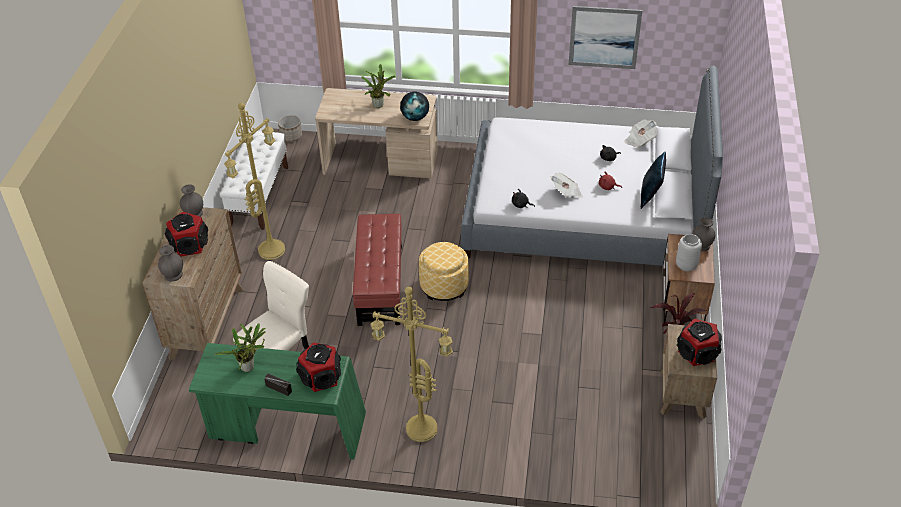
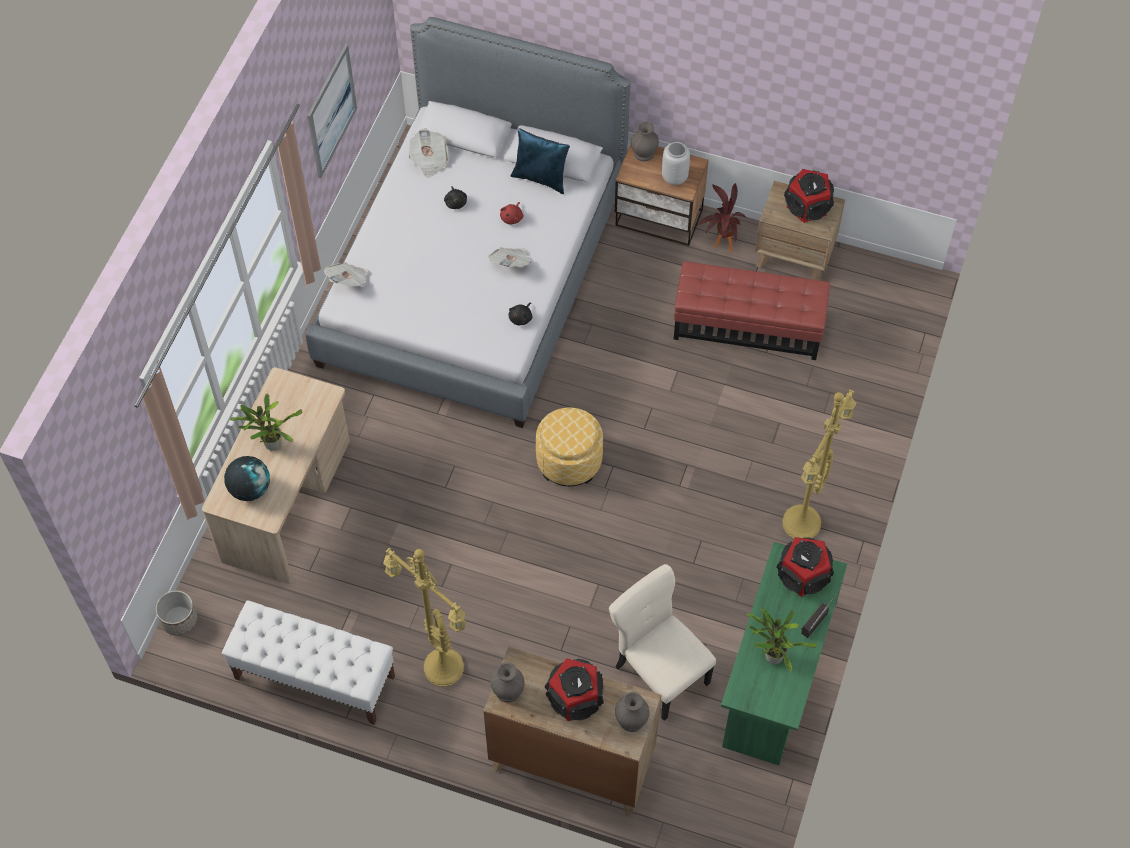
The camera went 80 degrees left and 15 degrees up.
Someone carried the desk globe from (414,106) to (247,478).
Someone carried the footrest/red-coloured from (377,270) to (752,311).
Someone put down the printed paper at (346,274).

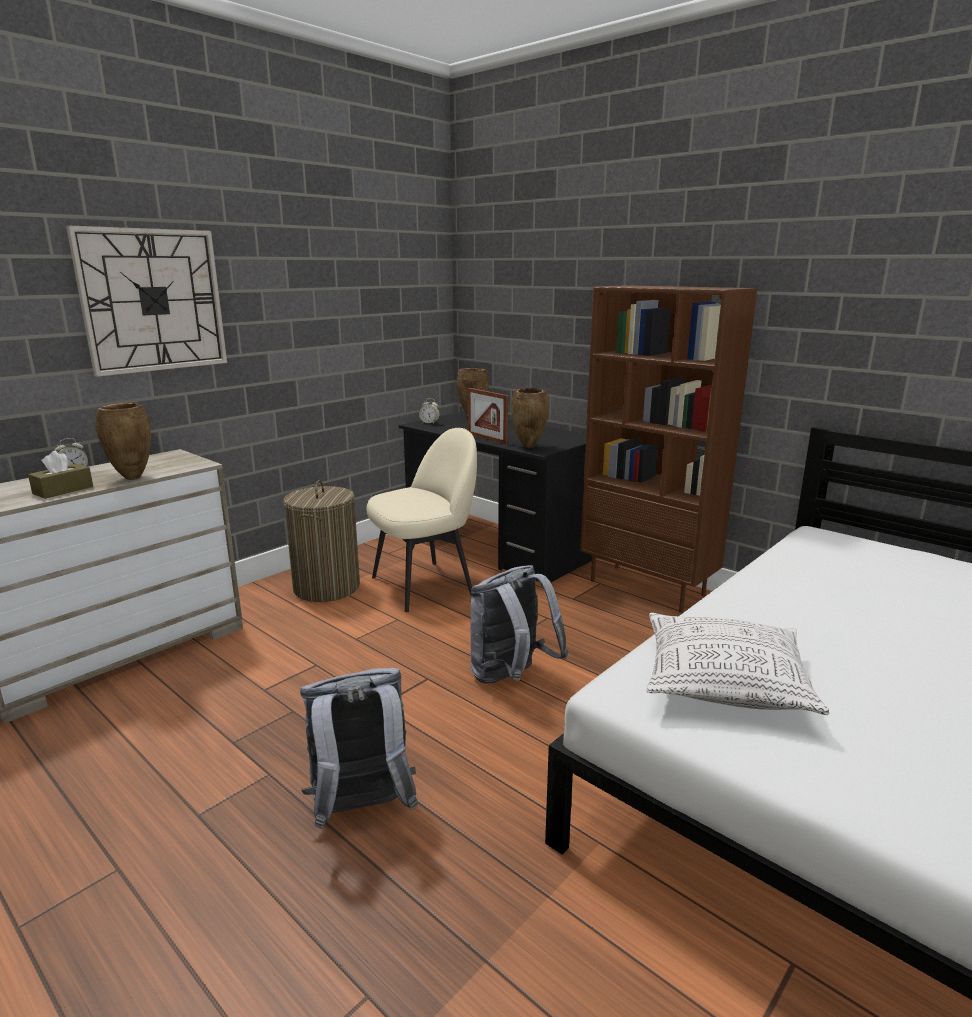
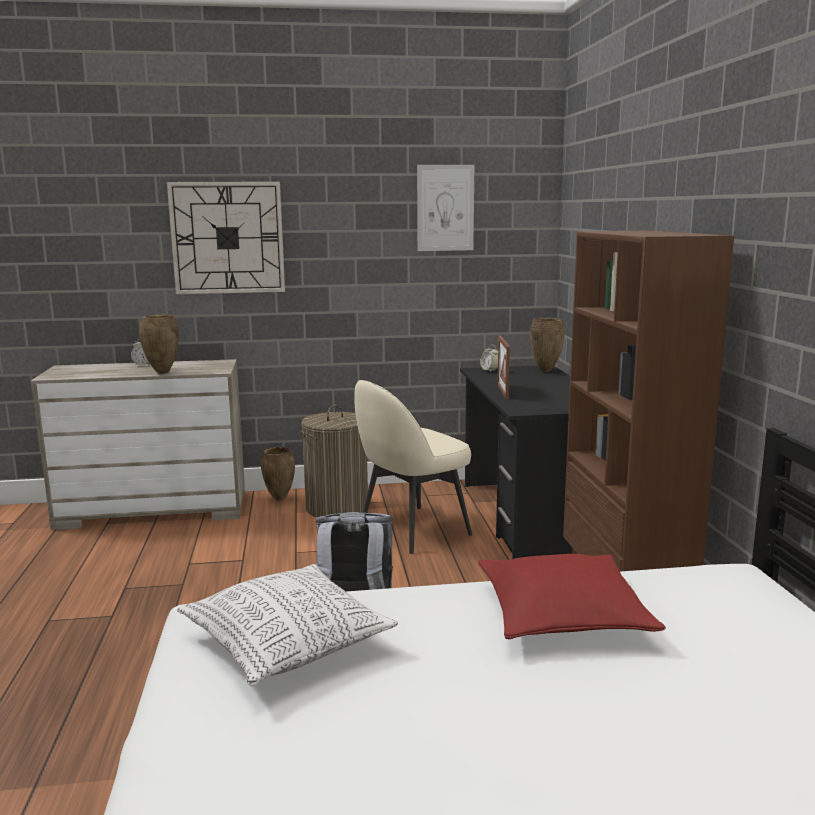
The camera went 40 degrees right and 5 degrees down.
Someone carried the flower vase/brownish from (530,418) to (278,474).
Someone rotated the chair/beige at (422,520) by 135 degrees clockwise.
Someone took away the box of tissues/brownish at (60,475).
Someone took away the knapsack/greyish at (359,748).
Someone put up the wall art at (445,208).
Someone put down the pillow/red-coloured at (572,596).

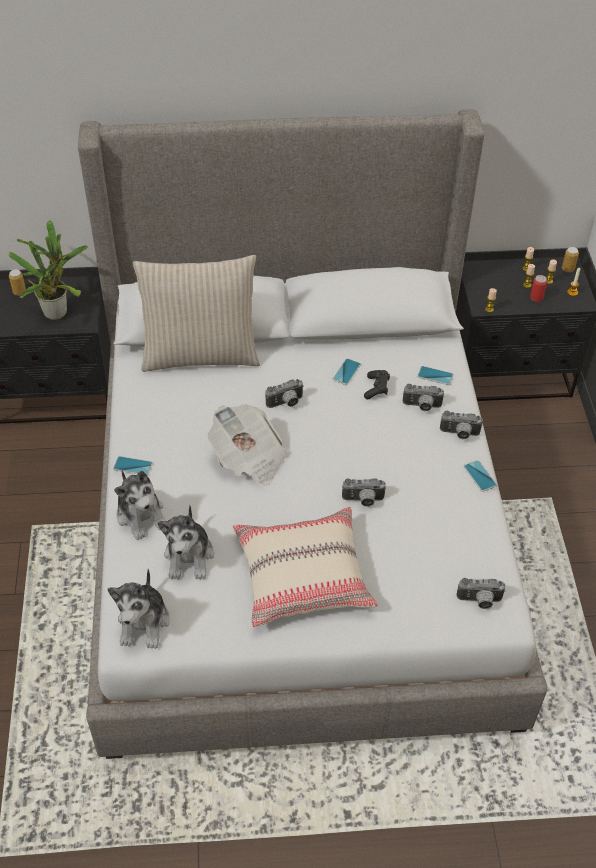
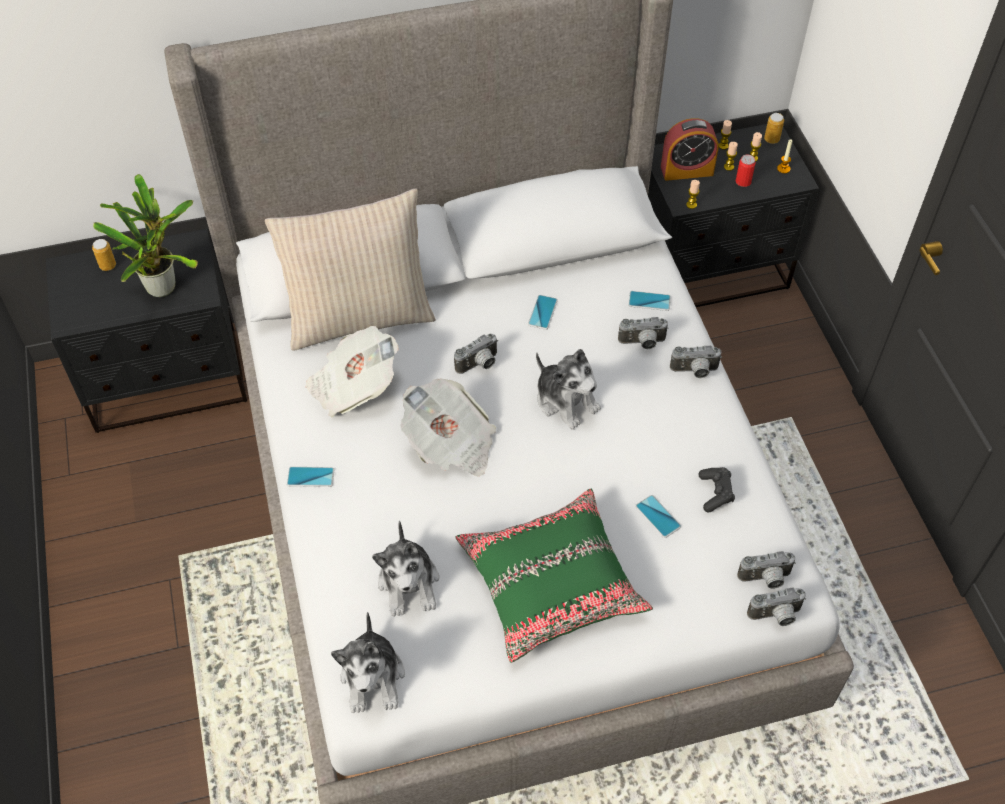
The camera went 10 degrees left and 5 degrees up.
Someone carried the game controller/black from (377,384) to (716,489).
Someone carried the handset from (480,476) to (658,516).
Someone carried the plush toy from (140,505) to (568,389).
Someone carried the photo camera from (364,492) to (776,606).
Someone repainted the pillow/beige at (305,567), which became the pillow/greenish at (554,576).
Someone put down the table clock at (690,149).
Someone put down the printed paper at (352,372).

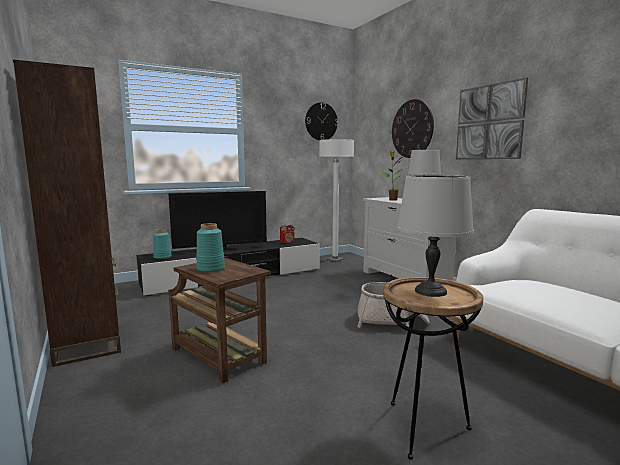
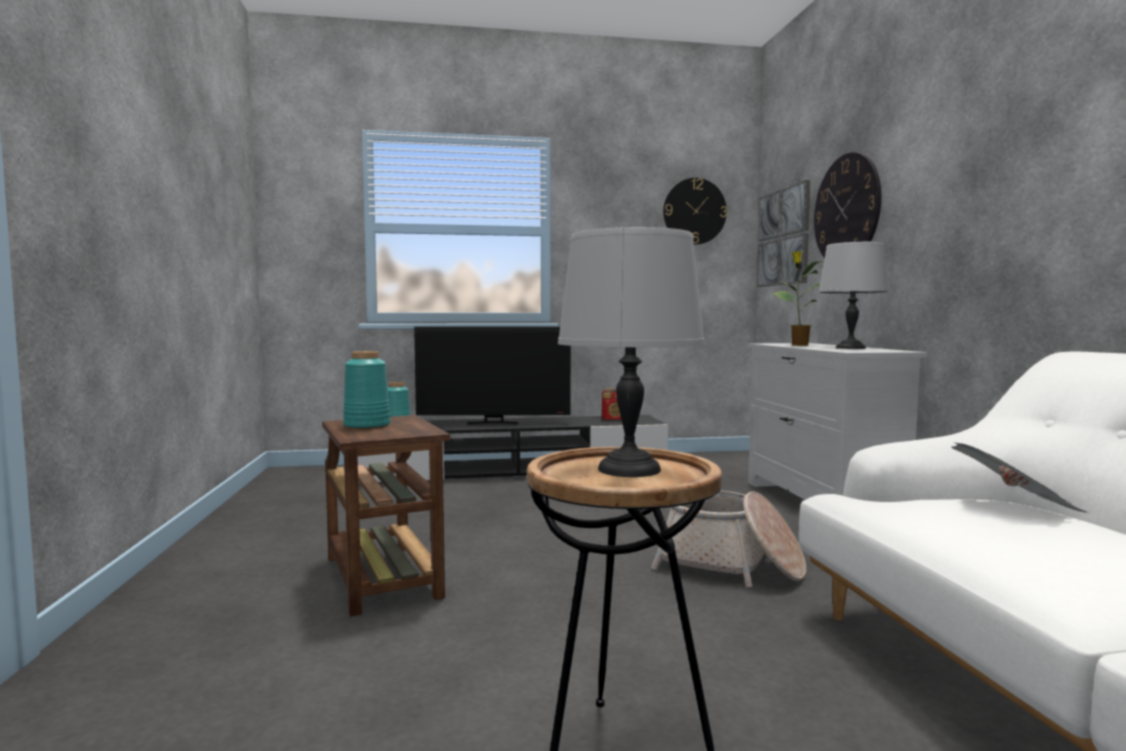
The camera went 20 degrees right and 5 degrees down.
Someone took away the bookcase/brownish at (67,213).
Someone carried the wall art from (492,118) to (783,233).
Someone took away the standing lamp/whitish at (336,200).
Someone put down the printed paper at (1020,478).

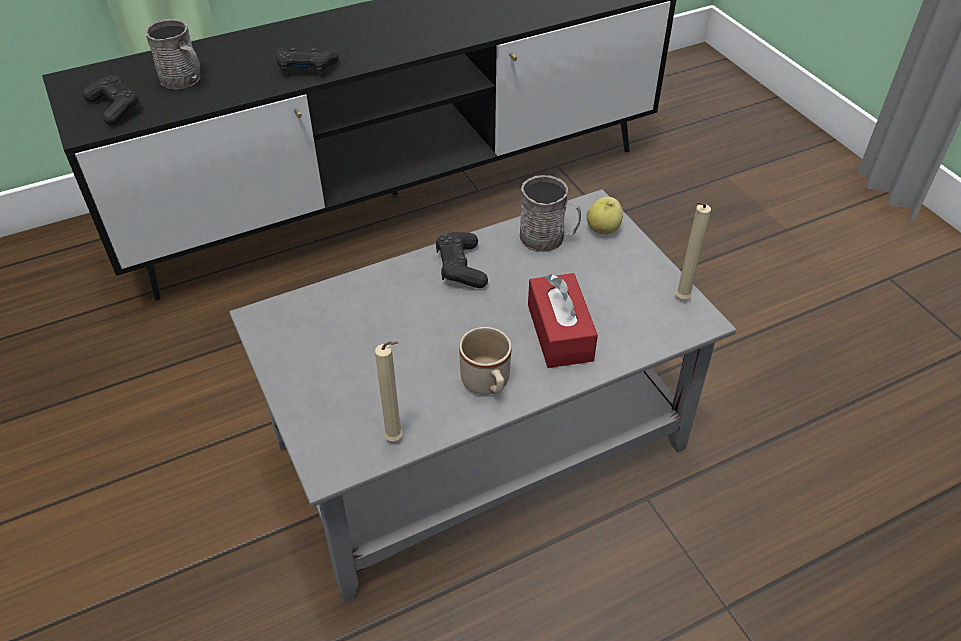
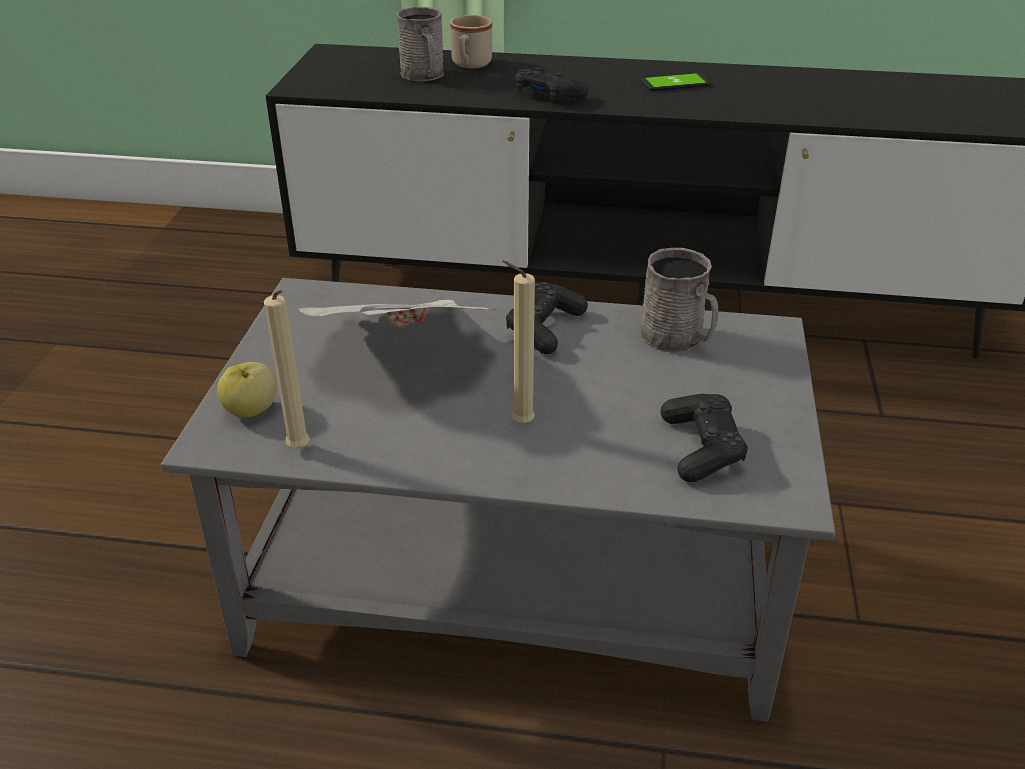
The camera went 35 degrees right and 10 degrees down.
Someone carried the game controller/black from (111,100) to (704,438).
Someone carried the apple from (605,215) to (247,390).
Someone carried the candle/beige from (693,250) to (519,341).
Someone took away the box of tissues/red-coloured at (563,320).
Someone carried the mug/beige from (485,361) to (471,42).
Someone put down the handset at (676,82).
Someone put down the printed paper at (396,314).

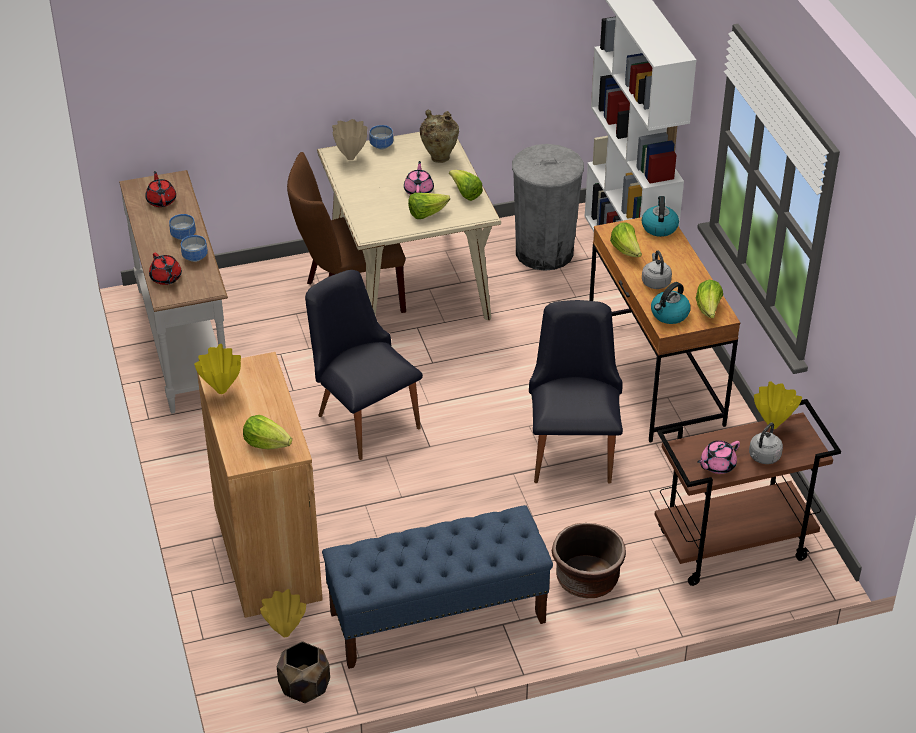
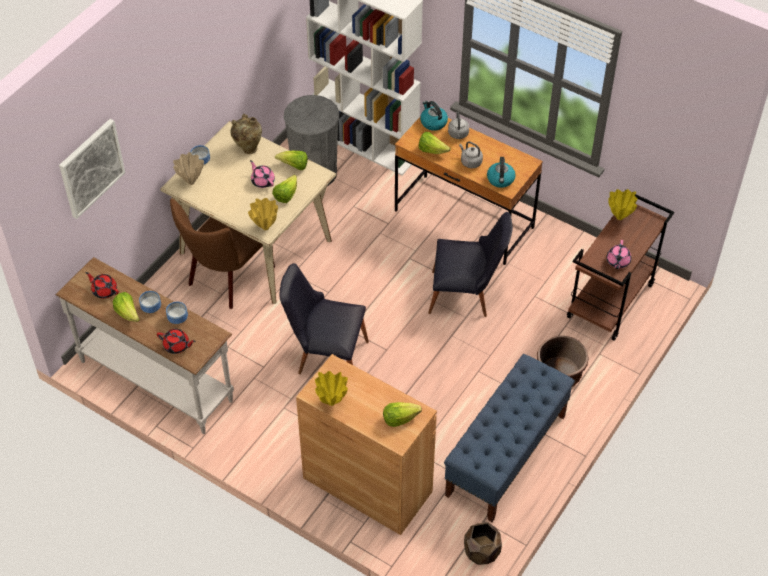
The camera went 40 degrees left and 10 degrees up.
Someone carried the lettuce head from (709,299) to (126,307).
Someone rotated the chair/black at (576,392) by 135 degrees clockwise.
Someone carried the tea kettle/greyish from (766,443) to (458,125).
Someone carried the flower vase/yellow-coloured from (283,613) to (263,214).
Someone put up the wall art at (92,169).

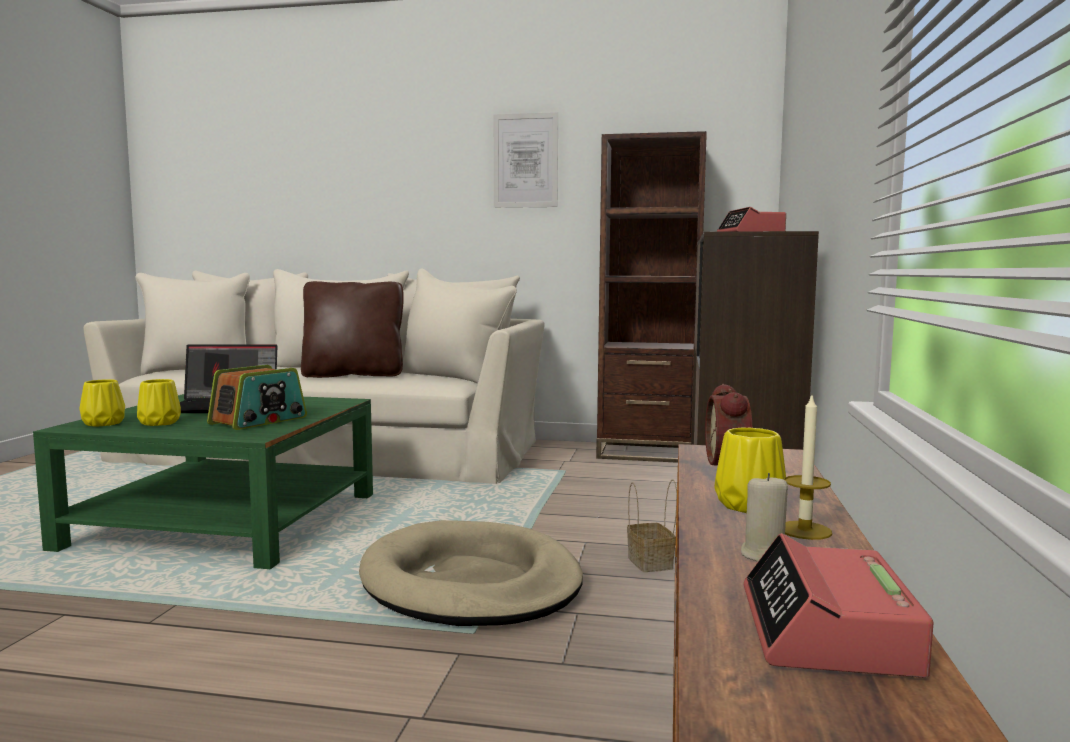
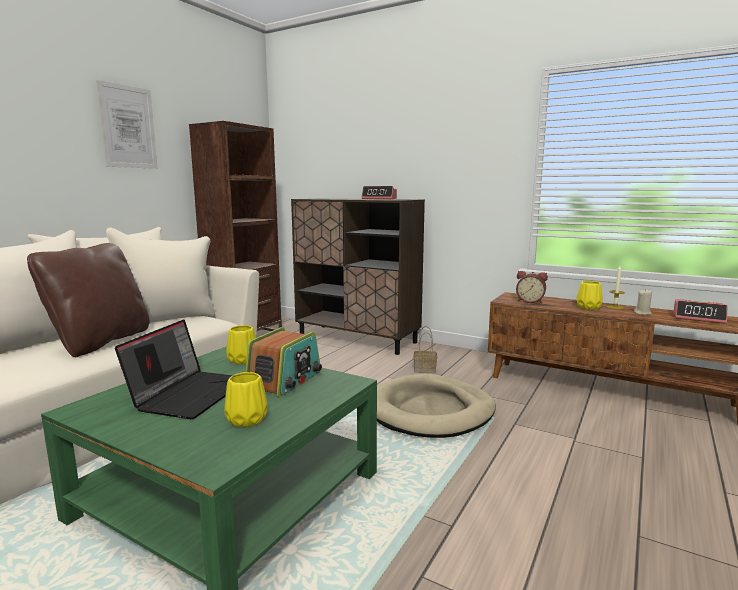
The camera went 70 degrees left and 5 degrees up.
Someone rotated the radio set at (257,397) by 60 degrees clockwise.
Someone carried the flower vase/yellow-coloured from (102,403) to (241,344).

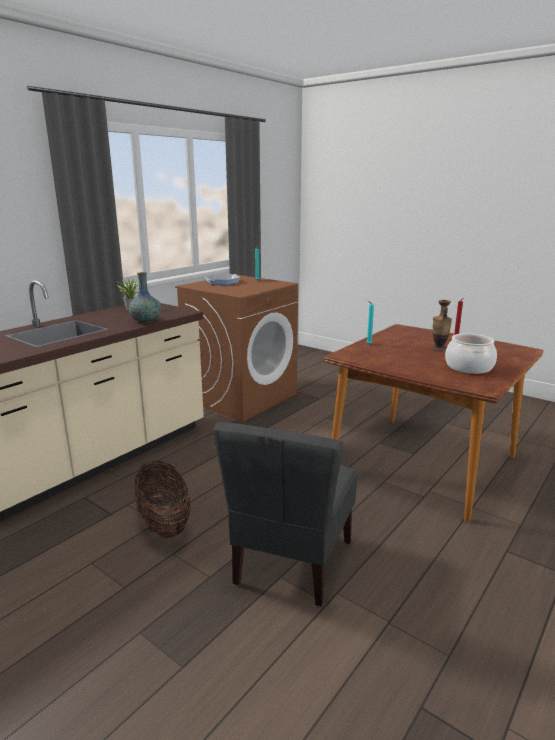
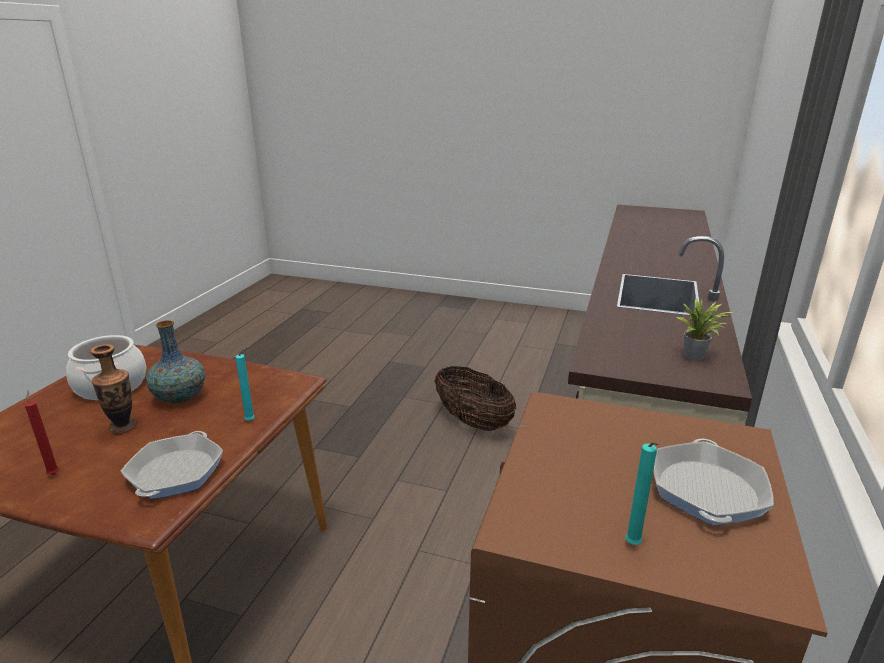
The camera went 160 degrees right and 5 degrees up.
Someone carried the flower vase from (144,297) to (175,361).
Someone took away the chair/greyish at (285,514).
Someone put down the pan at (171,465).

